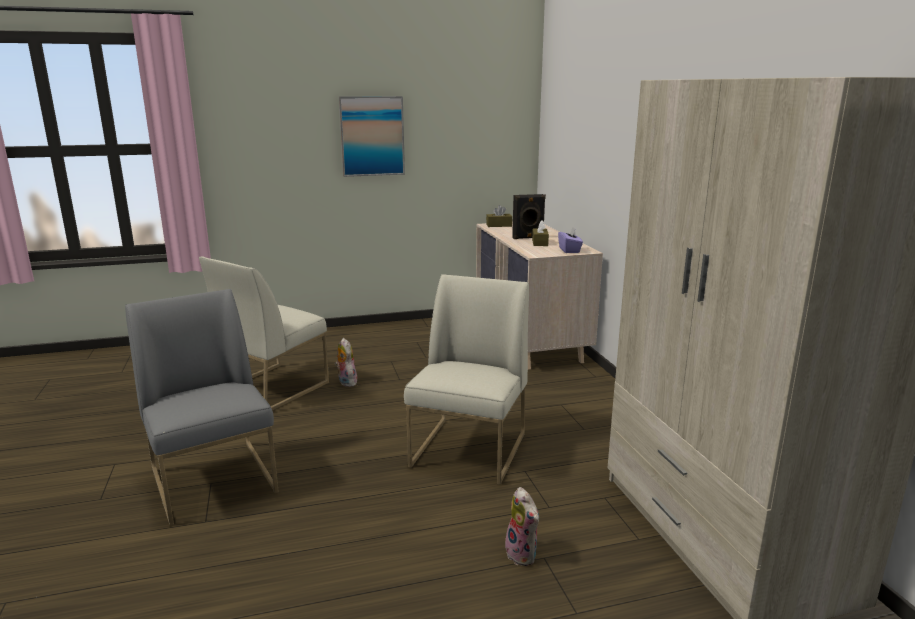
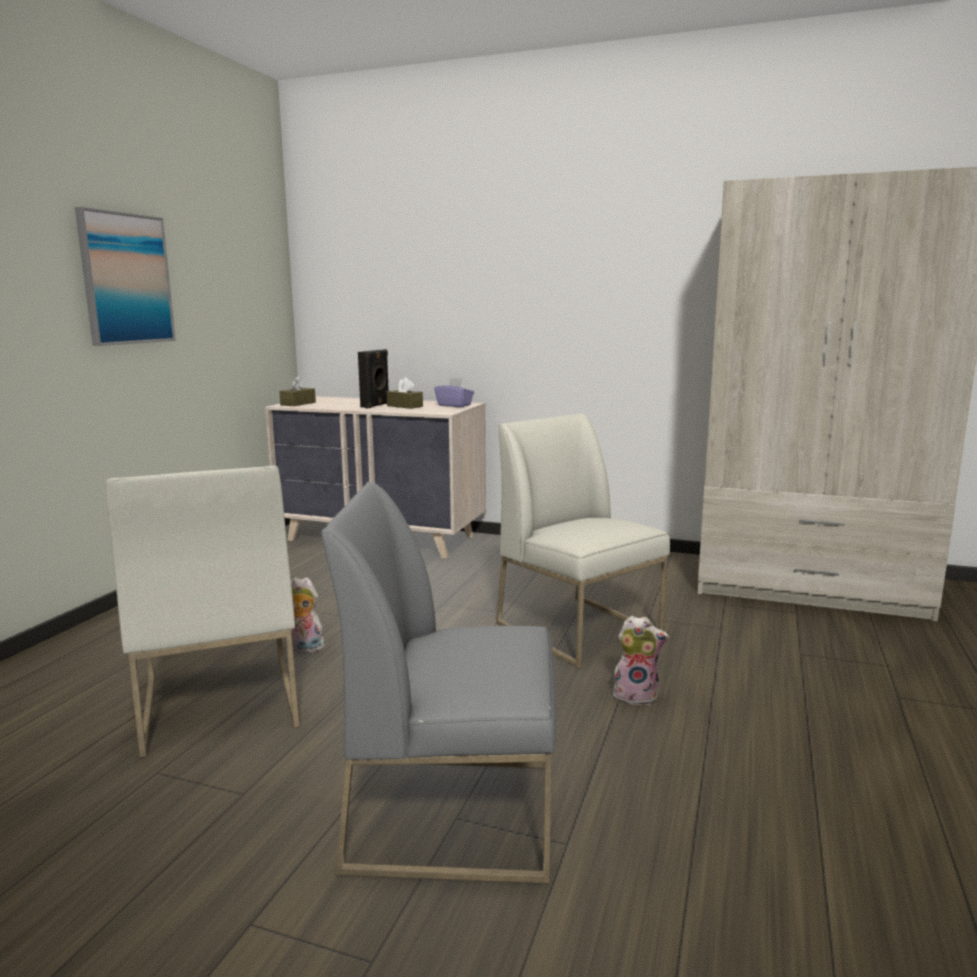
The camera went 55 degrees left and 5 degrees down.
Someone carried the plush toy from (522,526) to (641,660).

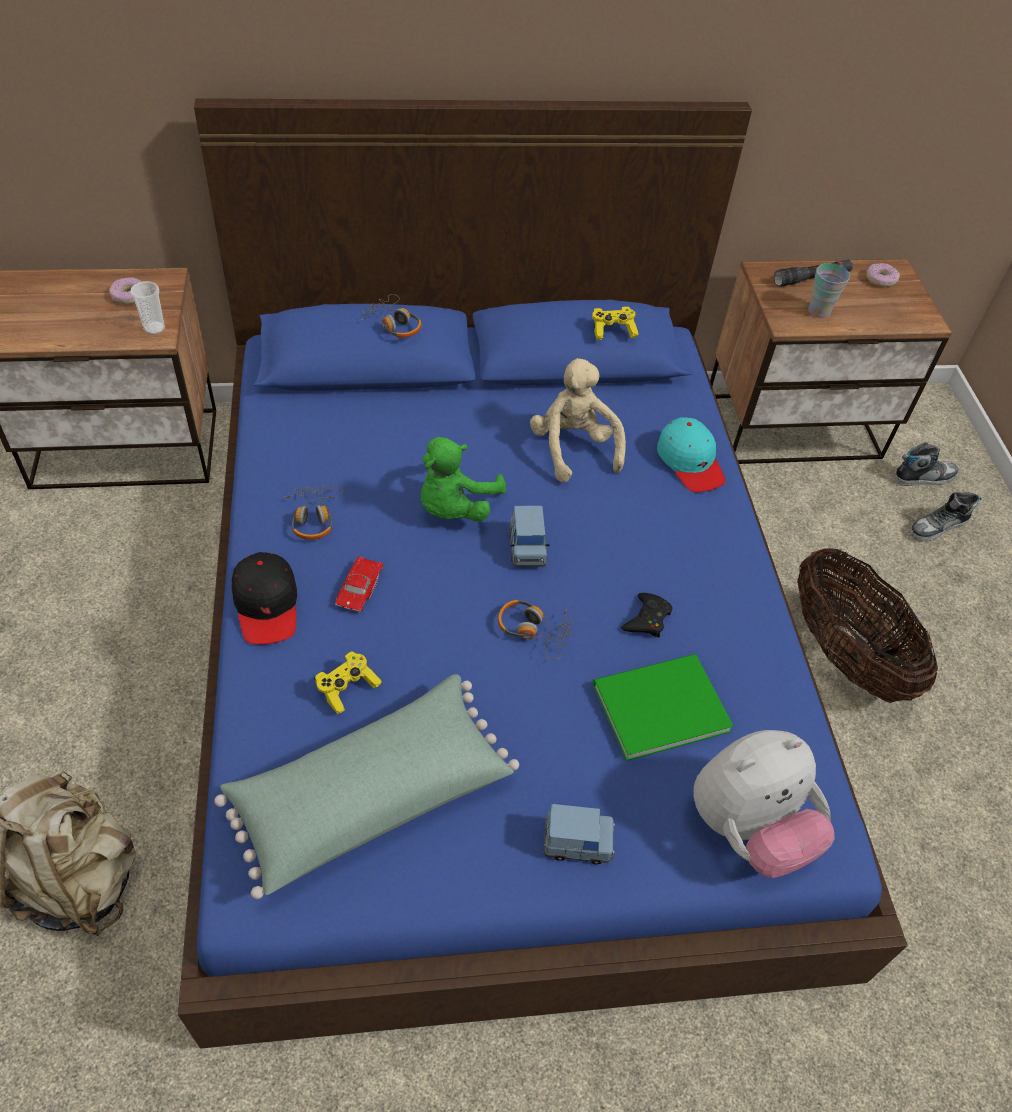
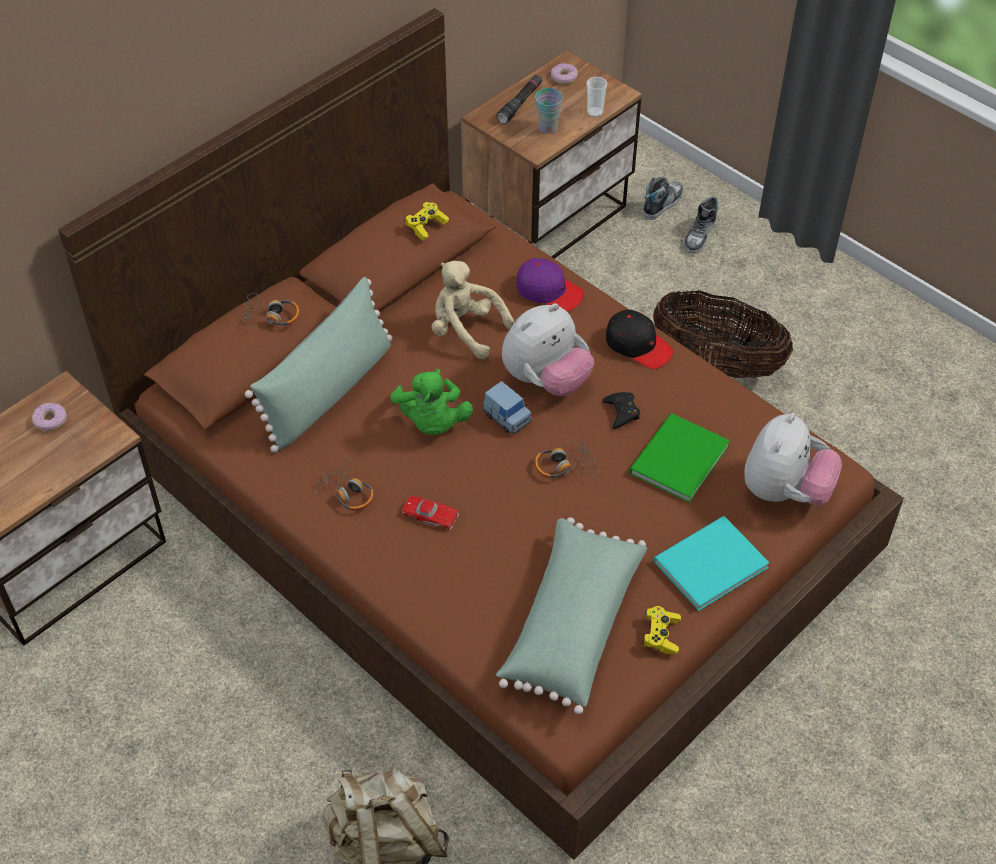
The camera went 35 degrees left and 0 degrees up.
Someone repainted the sleeping bed/bluish at (543,573), which became the sleeping bed/brownish at (481,434).
Someone carried the small cup from (147,308) to (597,97).
Someone repainted the cap/turquoise at (691,454), which became the cap/purplish at (550,284).
Someone carried the cap/black from (264,598) to (640,339).
Someone rotated the toy car/red-coloured at (359,584) by 135 degrees clockwise.
Someone carried the game controller/yellow-coloured from (348,682) to (661,630).
Someone swapped the toy car/bluish at (579,834) for the volume/turquoise at (712,563).
Someone put down the pillow/greenish at (318,365).
Someone put down the plush toy at (548,349).

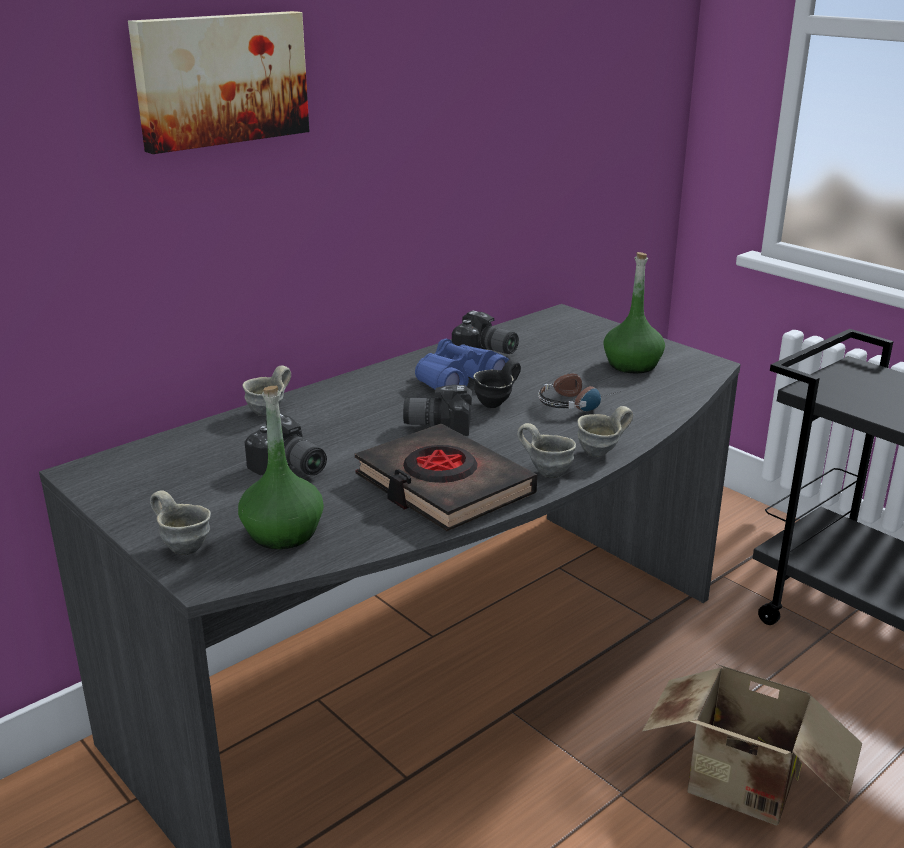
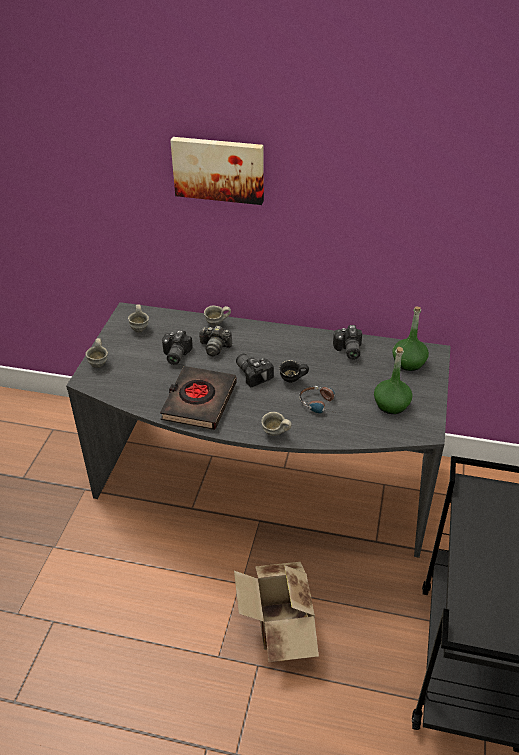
The camera went 55 degrees right and 15 degrees up.
Someone took away the binoculars/bluish at (462,364).
Someone carried the drink bottle/greenish from (281,467) to (410,338).
Someone carried the mug/greyish from (546,450) to (138,318).
Someone put down the photo camera at (215,341).

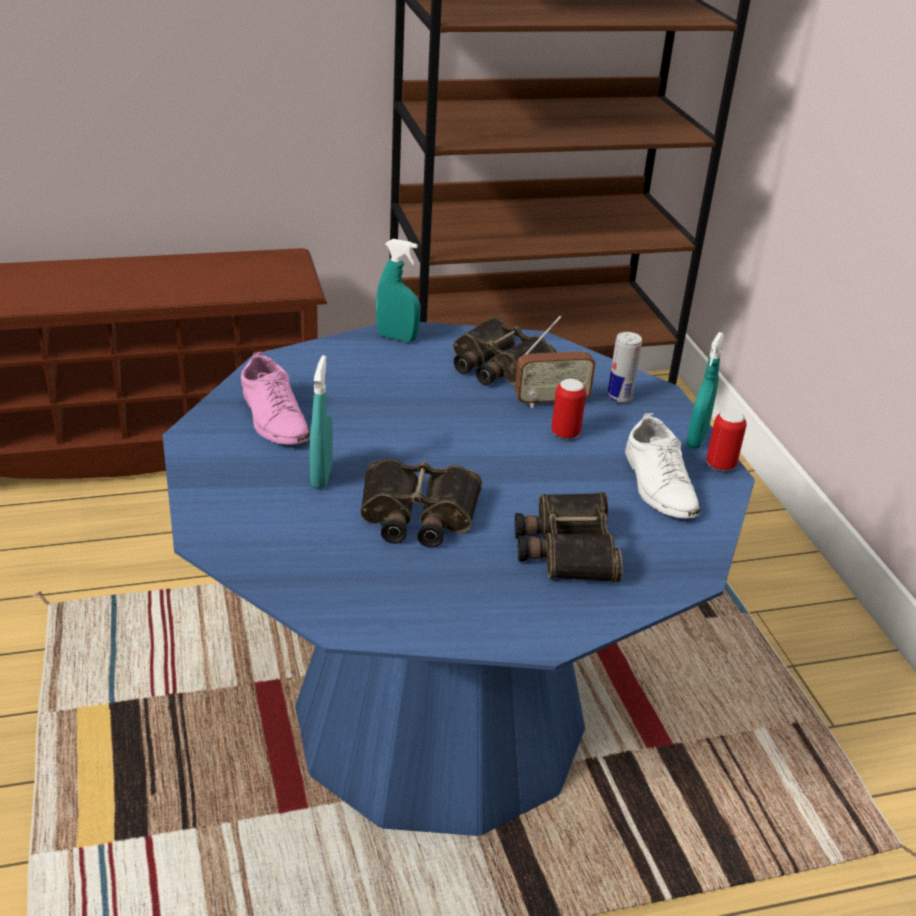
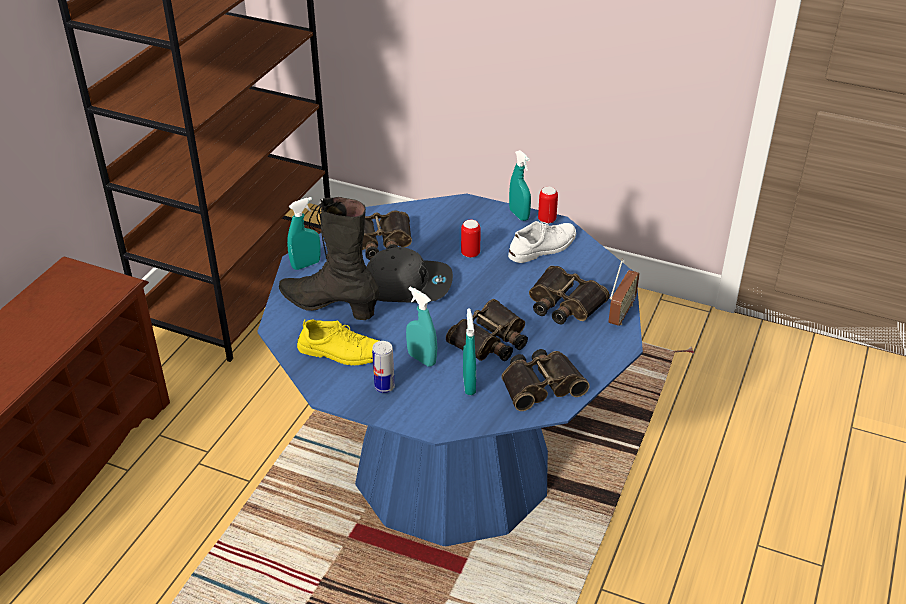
The camera went 50 degrees left and 5 degrees up.
Someone carried the radio set from (555,361) to (624,292).
Someone carried the metal can from (624,367) to (383,367).
Someone repainted the item of footwear/pink at (275,398), which became the item of footwear/yellow-coloured at (338,342).
Someone rotated the item of footwear/whitish at (662,465) by 60 degrees counterclockwise.
Someone put down the high-top boot/black at (329,258).
Someone put down the cap/greyish at (409,275).
Someone put down the sprayer/turquoise at (469,351).
Someone put down the binoculars at (546,380).

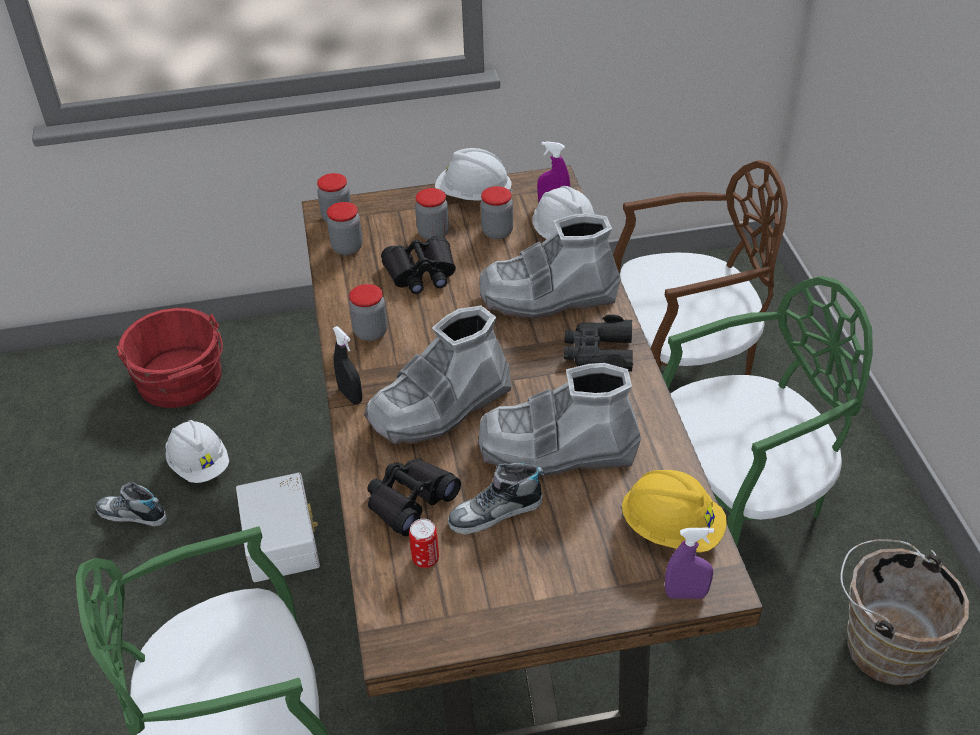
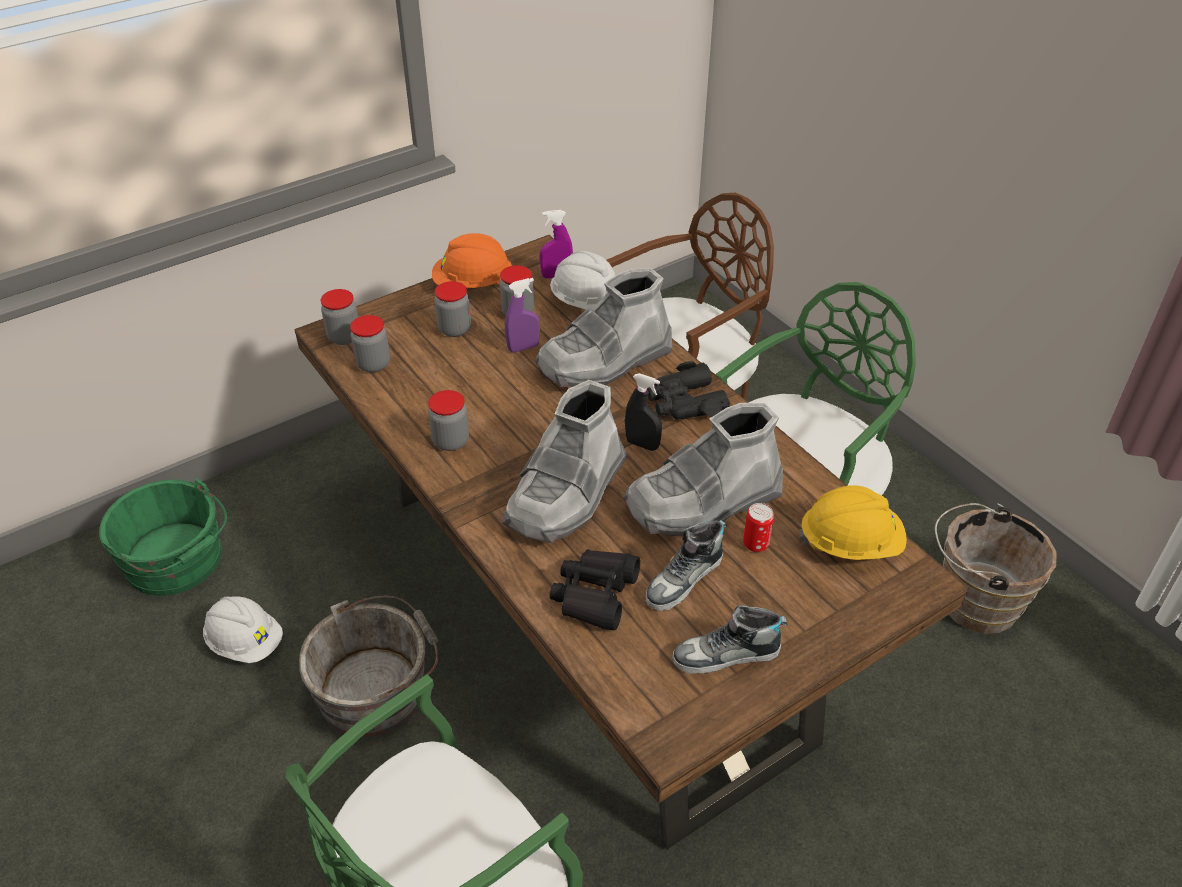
The camera went 25 degrees left and 0 degrees up.
Someone repainted the safety helmet/whitish at (474,174), which became the safety helmet/orangey at (472,260).
Someone took away the binoculars/black at (418,264).
Someone repainted the bucket/red-coloured at (169,358), which became the bucket/greenish at (163,537).
Someone carried the sprayer/black from (347,365) to (643,412).
Someone swapped the storage bin/whitish at (278,527) for the bucket/greyish at (368,666).
Someone carried the item of footwear from (131,504) to (730,639).
Someone carried the metal can from (424,543) to (758,527).
Someone carried the sprayer/purplish from (689,563) to (522,315).

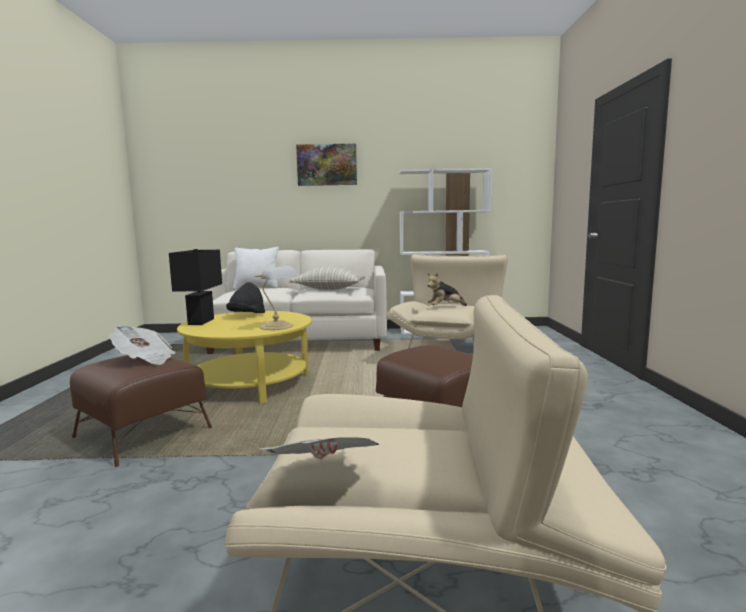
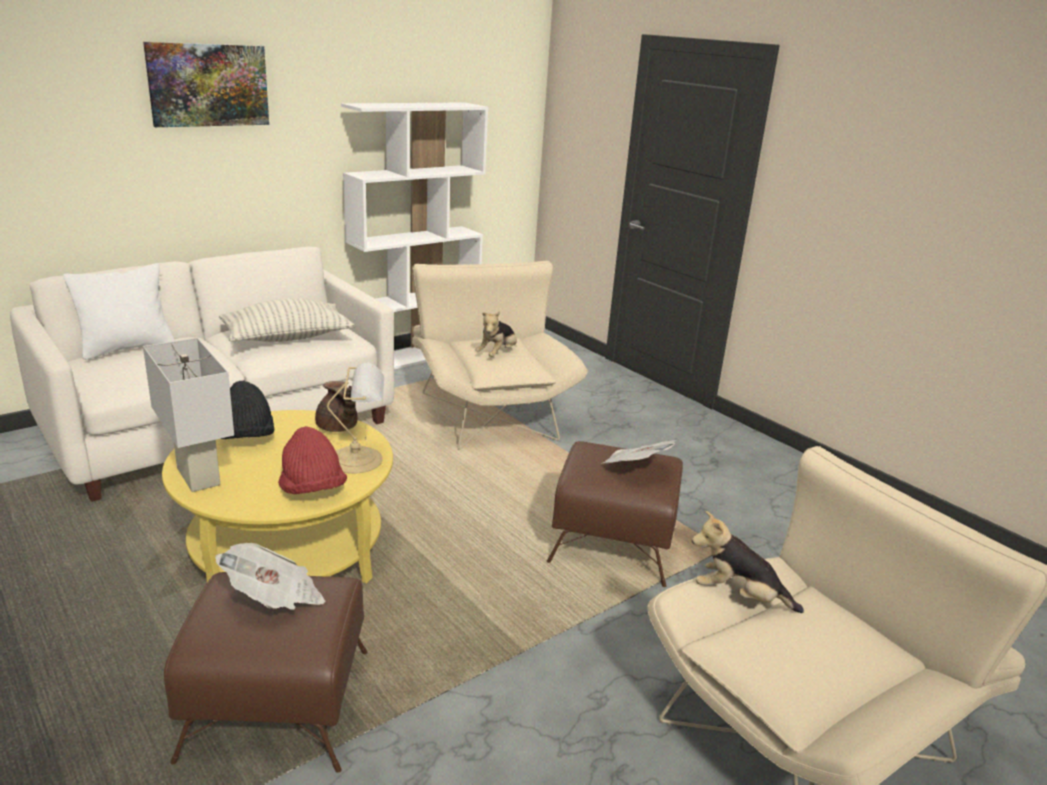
The camera went 40 degrees left and 15 degrees up.
Someone repainted the table lamp/black at (195,287), which became the table lamp/whitish at (188,415).
Someone carried the printed paper from (319,448) to (638,452).
Someone put down the tea pot/brownish at (336,406).
Someone put down the clothing hat/red-coloured at (312,460).
Someone put down the plush toy at (748,562).

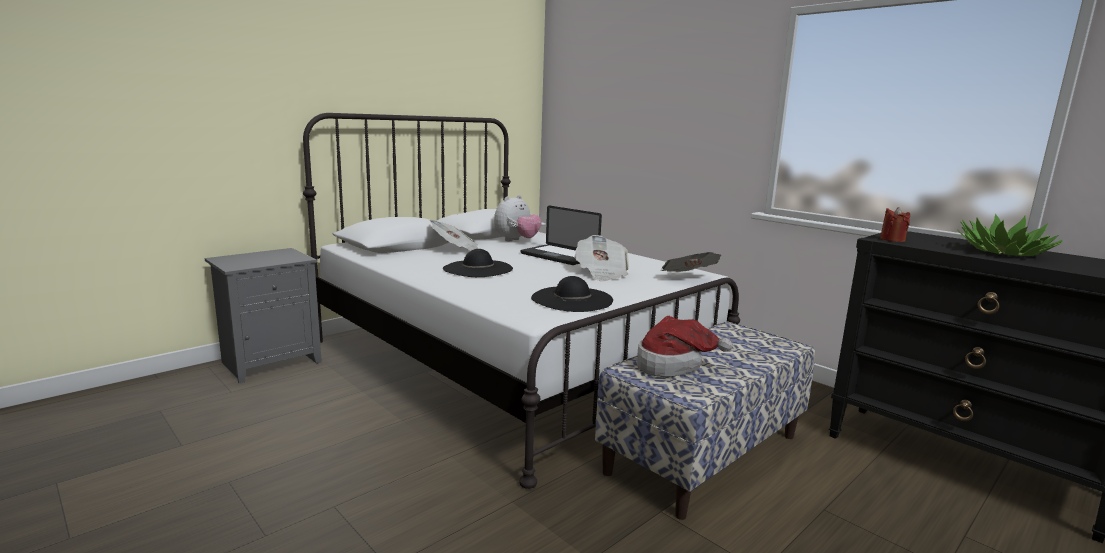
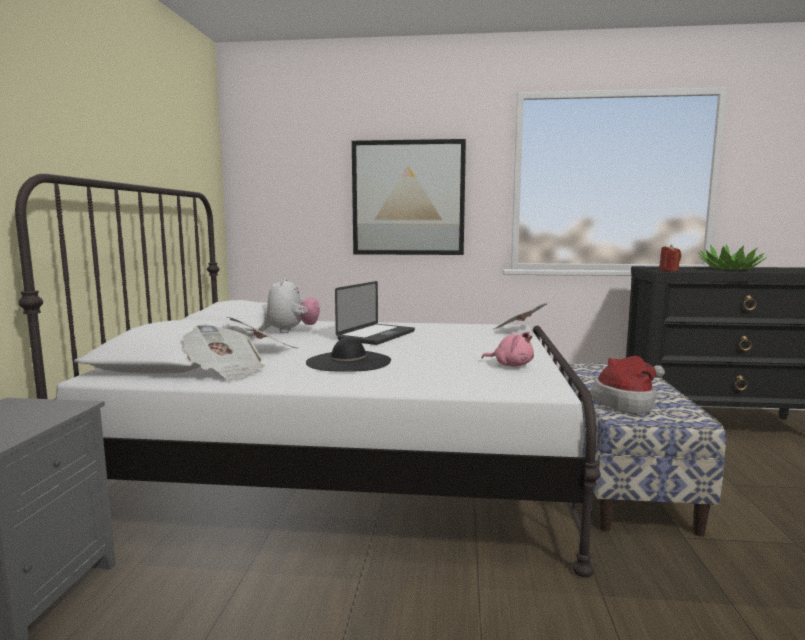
The camera went 40 degrees left and 5 degrees down.
Someone rotated the notebook computer at (561,235) by 60 degrees counterclockwise.
Someone carried the printed paper from (601,258) to (223,353).
Someone swapped the clothing hat/black at (572,294) for the plush toy/pink at (508,349).
Someone put up the wall art at (409,197).

